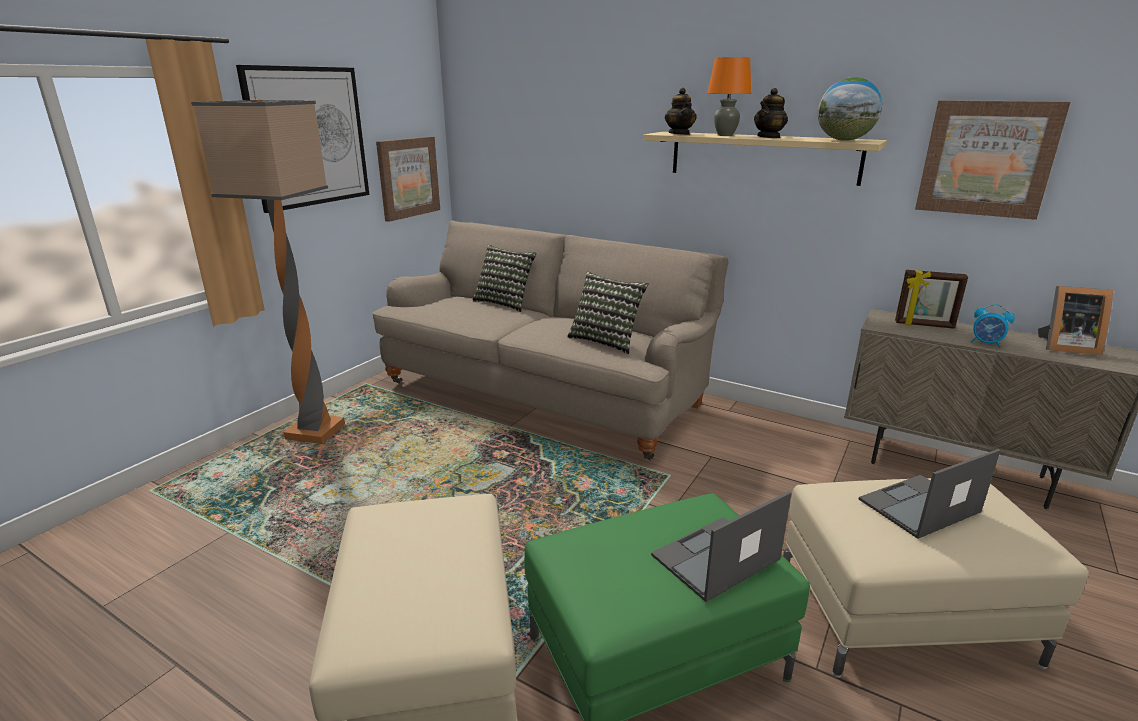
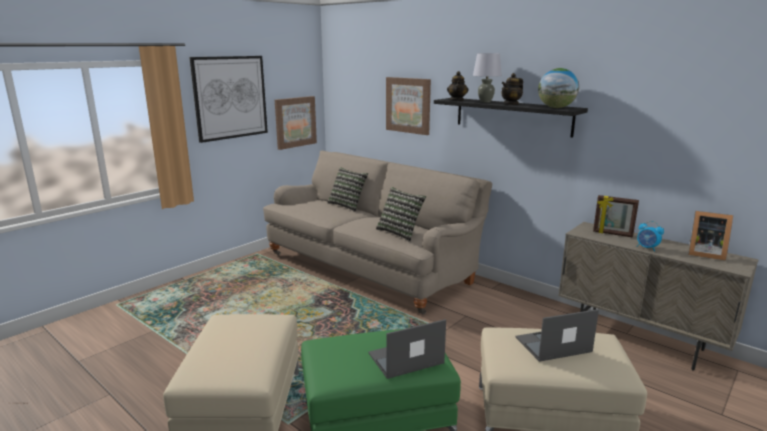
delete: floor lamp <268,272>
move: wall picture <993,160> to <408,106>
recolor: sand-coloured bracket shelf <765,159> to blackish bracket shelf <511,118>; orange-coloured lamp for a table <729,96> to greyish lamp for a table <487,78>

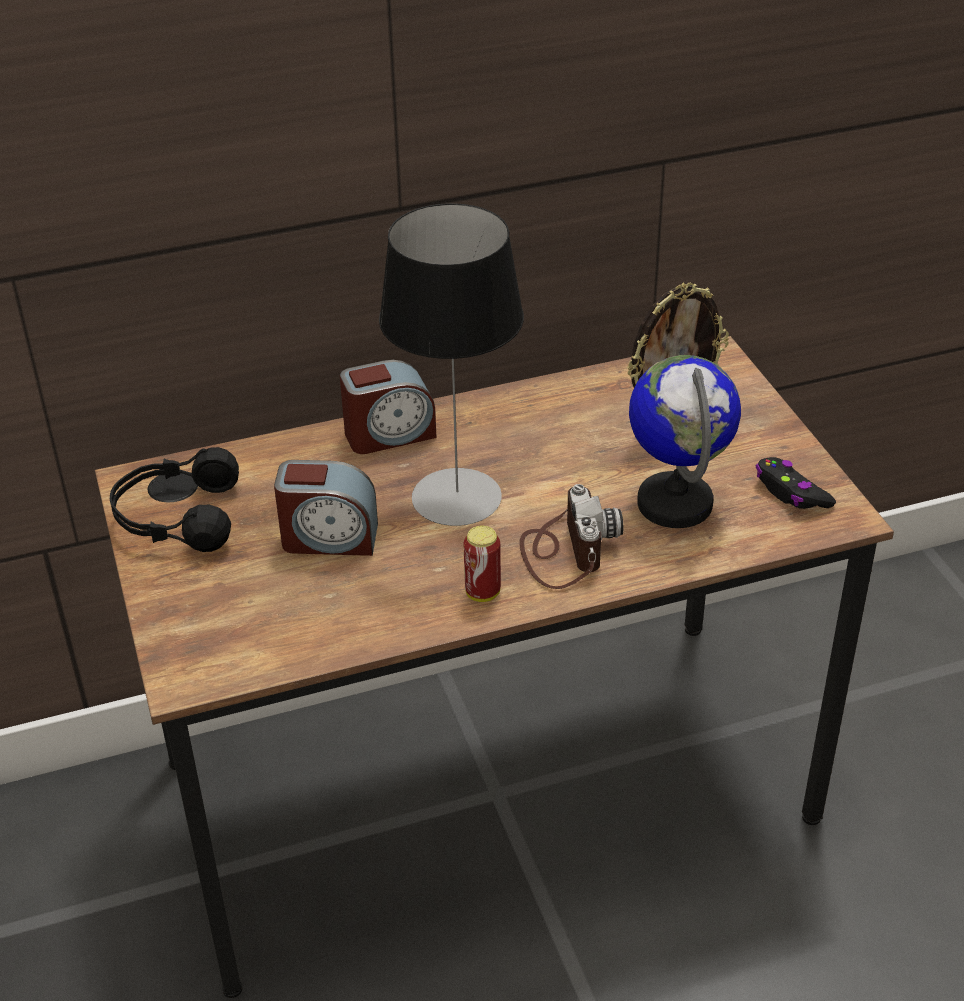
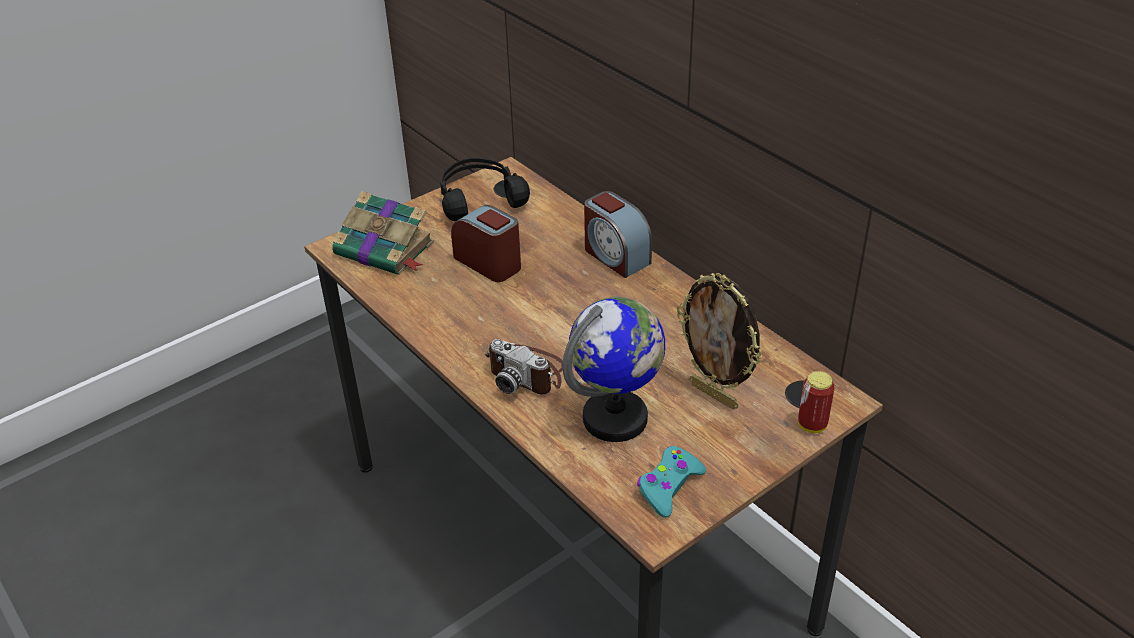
delete: lamp for a table <451,364>
insert: bound book <383,233>
move: metal can <482,564> to <816,402>
recolor: blackish joypad <796,483> to turquoise-coloured joypad <671,482>
rotate: table clock <326,508> = <486,243> 150 degrees clockwise; still camera <571,536> = <524,366> 60 degrees clockwise

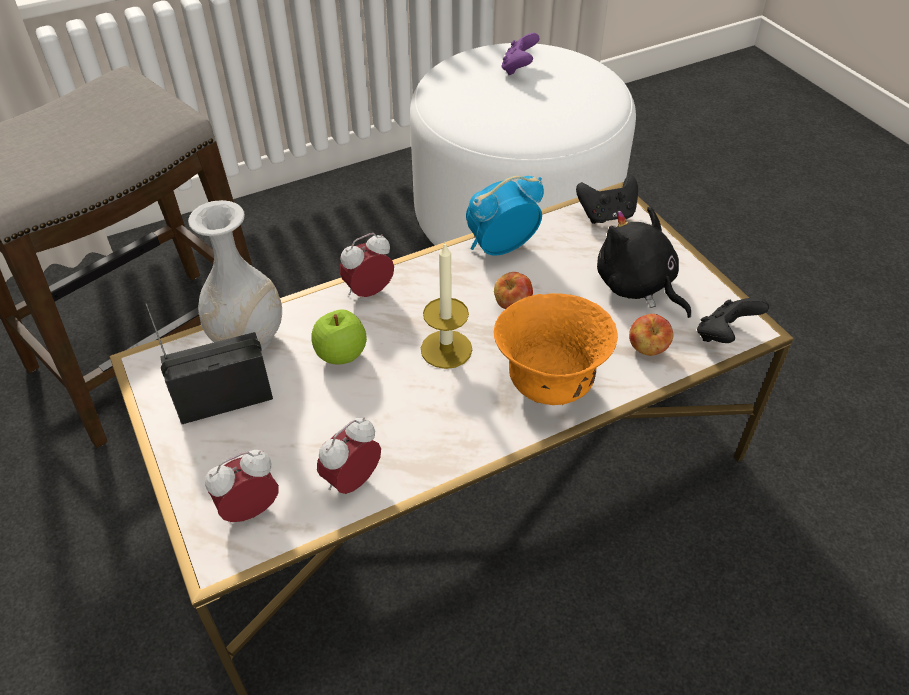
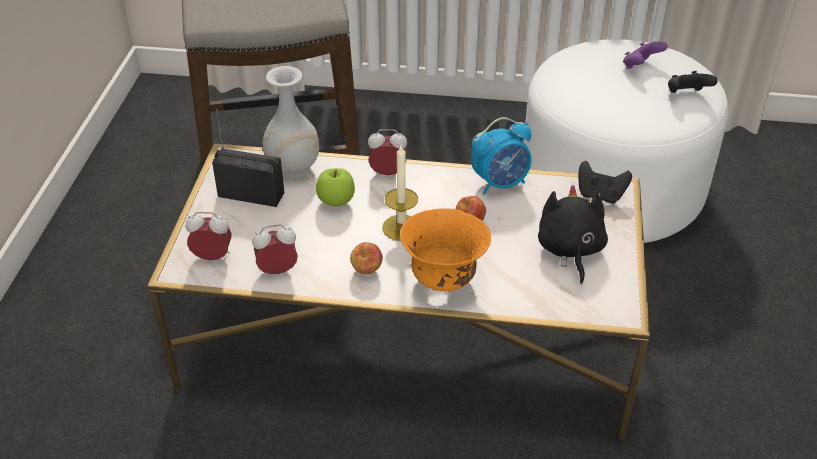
move: apple fruit <651,335> to <366,258>; blackish joypad <733,320> to <693,82>
rotate: table clock <505,216> = <501,156> 150 degrees clockwise

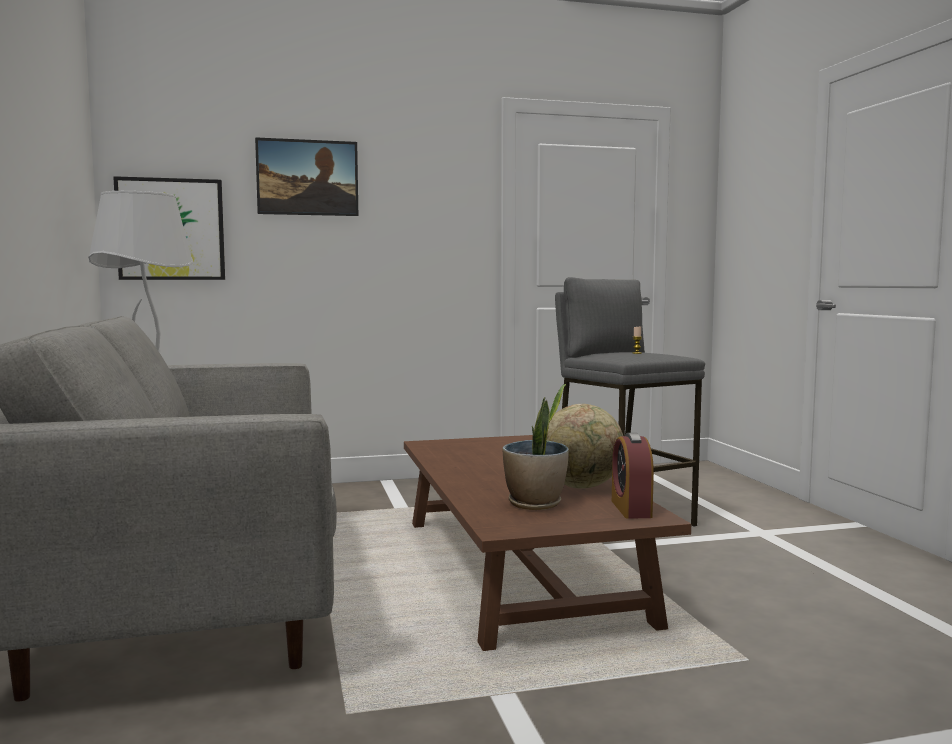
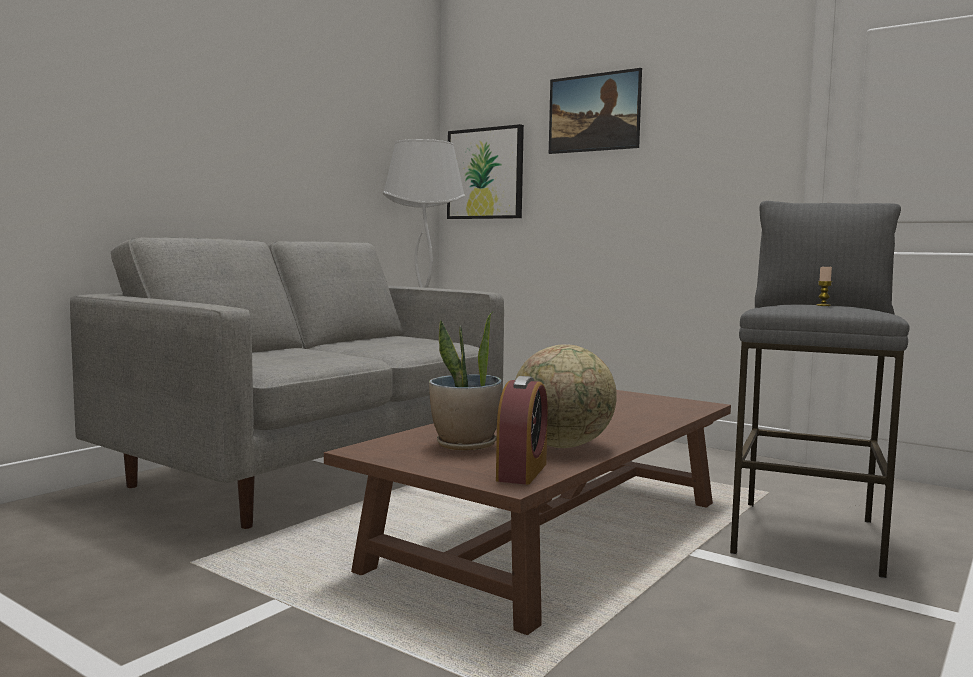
rotate: table clock <633,476> = <522,430> 150 degrees clockwise

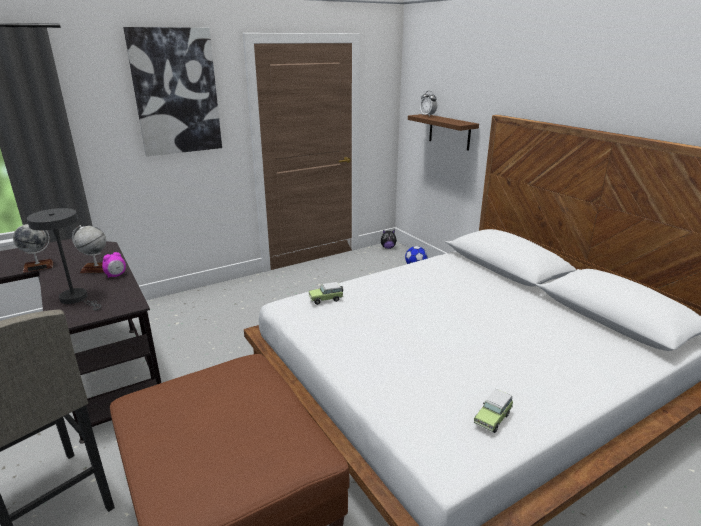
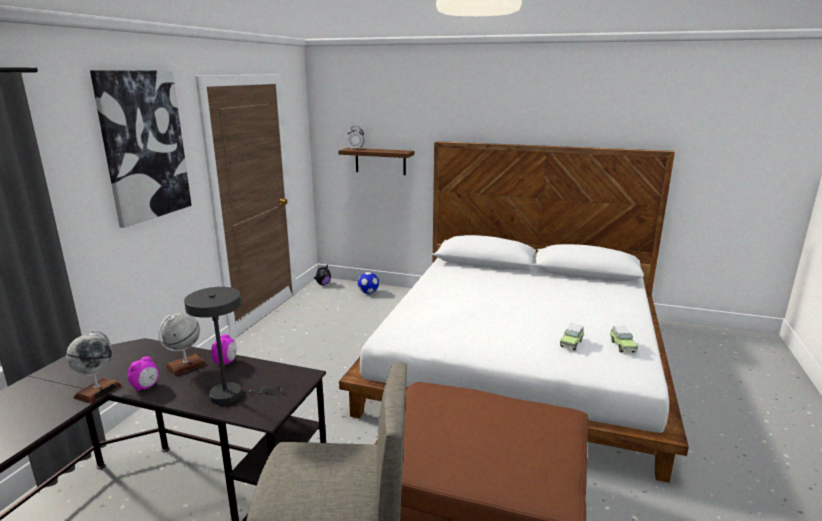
insert: table clock <143,374>
move: miniature car <326,293> to <572,337>

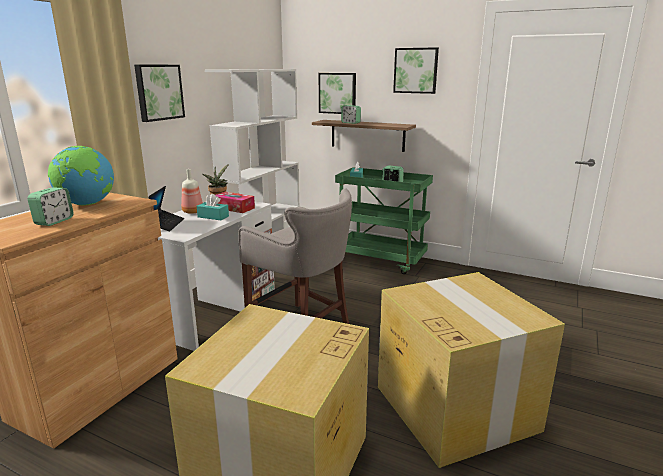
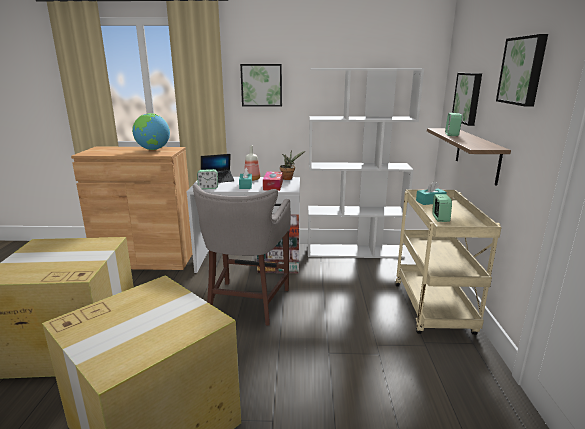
move: table clock <50,207> to <207,179>
recolor: greenish cart <384,221> to sand-coloured cart <448,262>

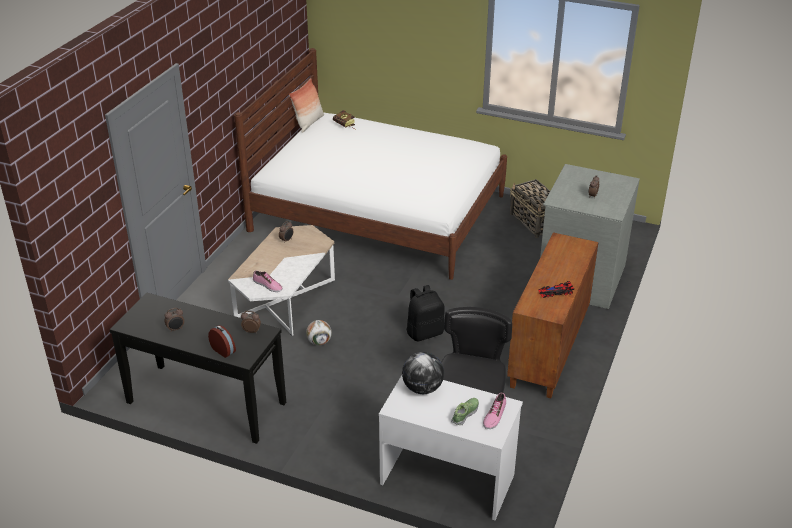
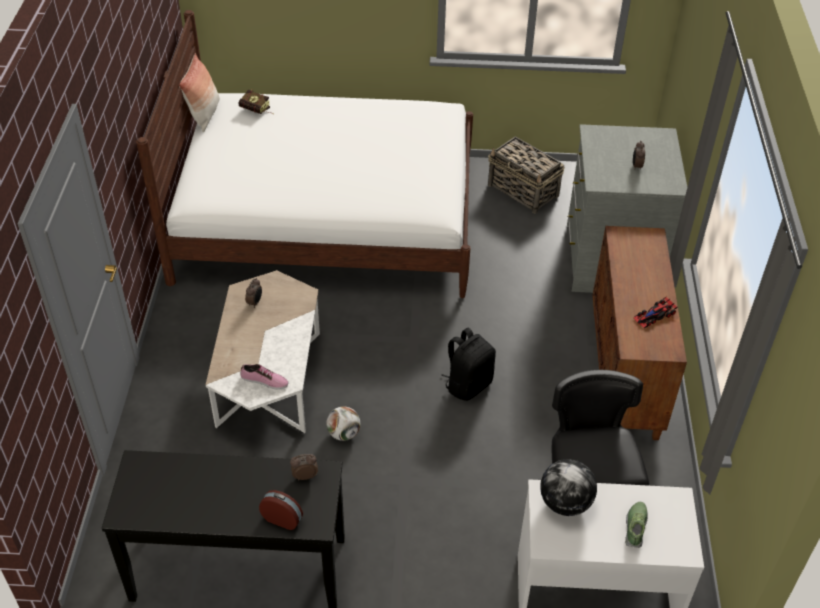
delete: table clock <174,320>; shoe <494,410>

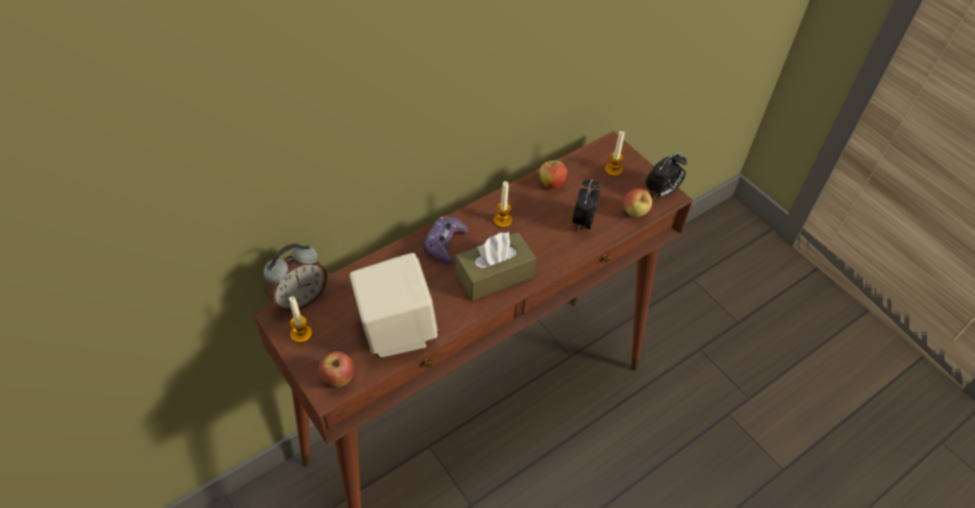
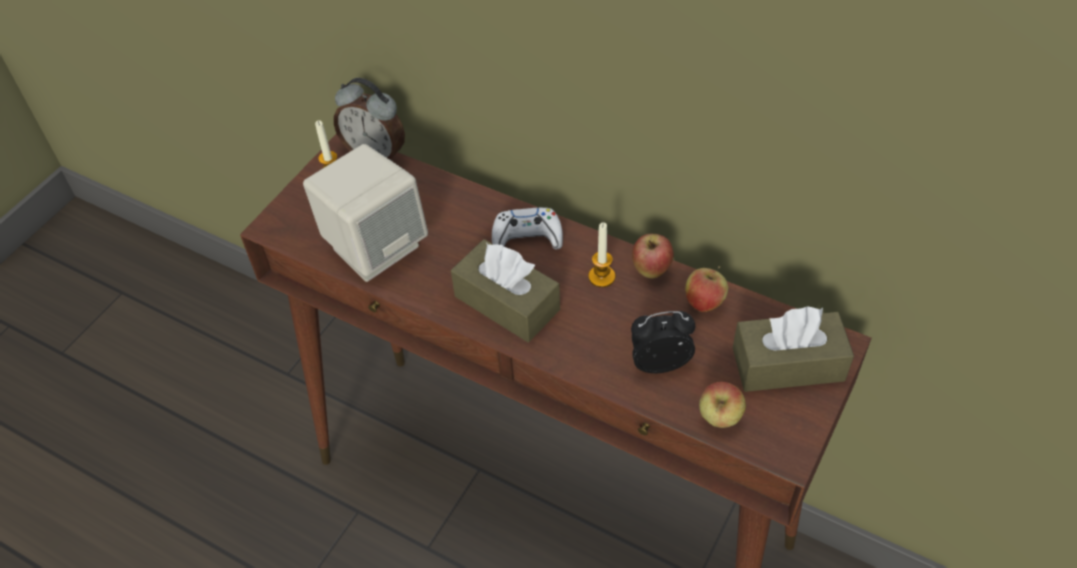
delete: table clock <666,175>
move: apple fruit <336,369> to <653,256>
replace: candle <615,153> to brown-coloured tissue holder <793,349>
recolor: purple-coloured joypad <445,240> to white-coloured joypad <527,228>

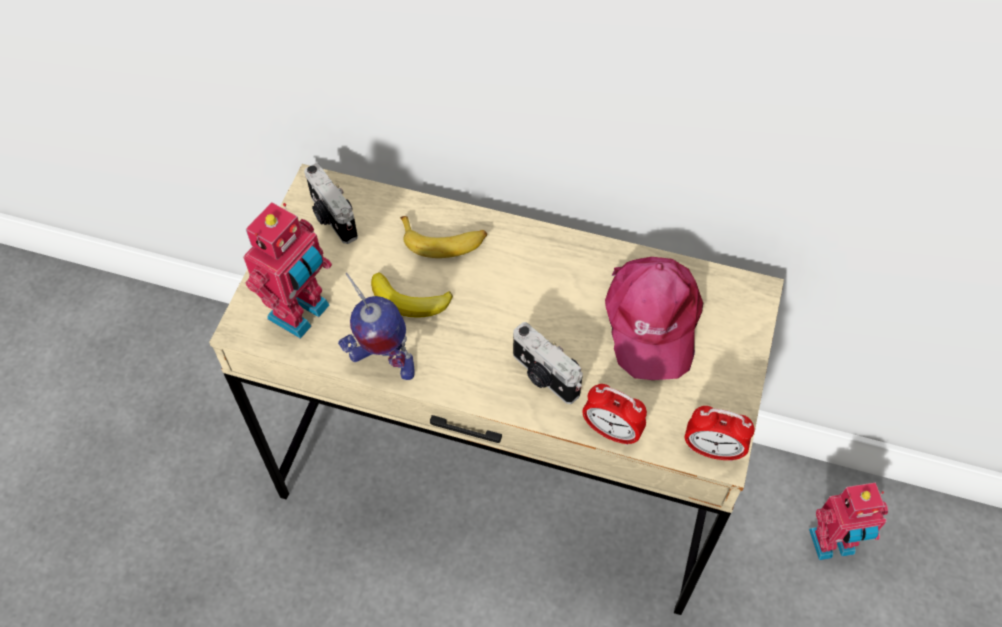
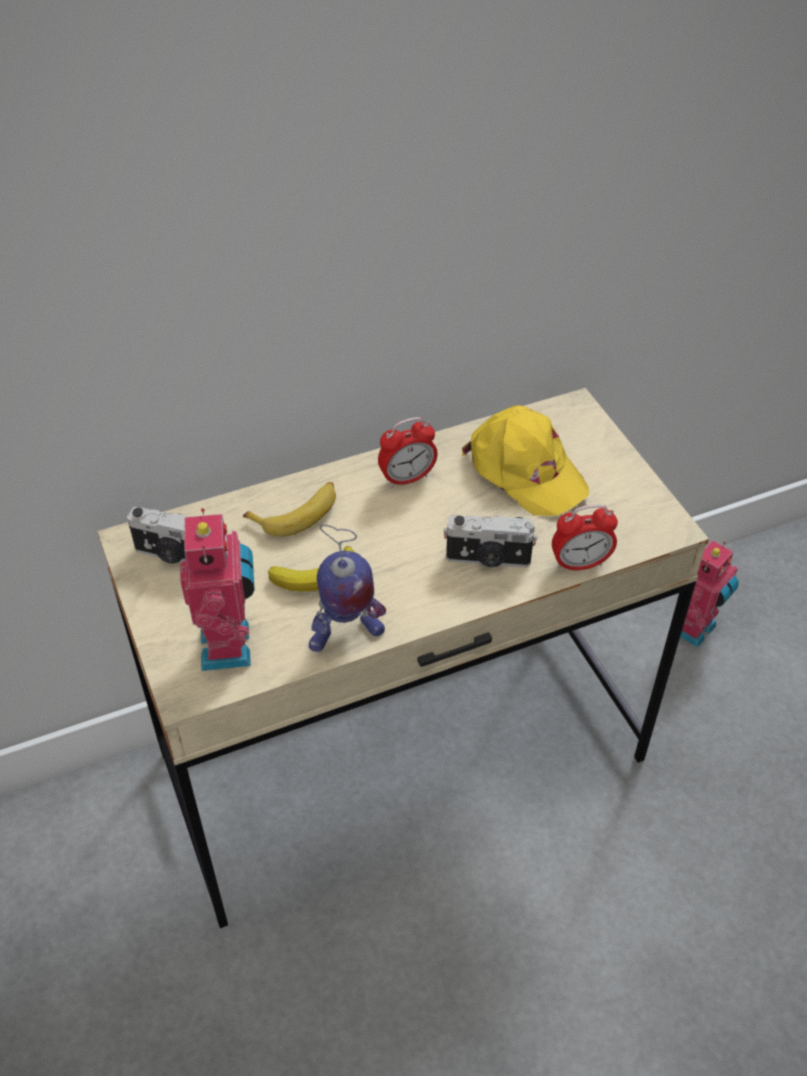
move: table clock <719,433> to <408,452>
recolor: pinkish peaked cap <654,318> to yellow-coloured peaked cap <525,461>

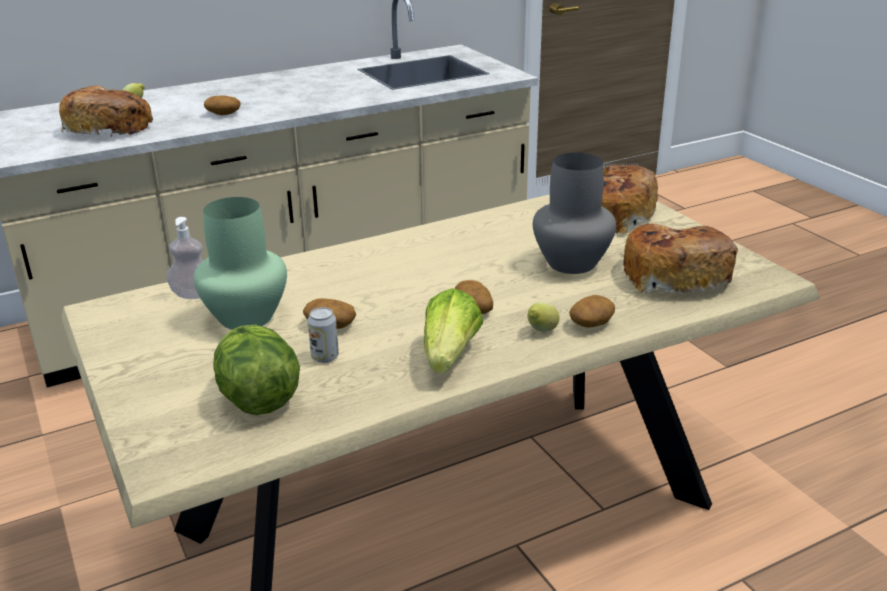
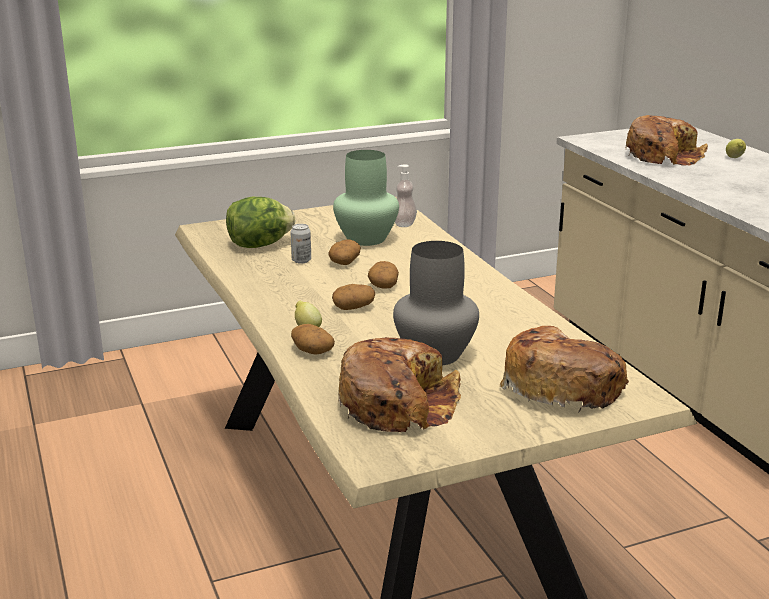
delete: lettuce <453,330>
move: spud <222,105> to <383,275>

